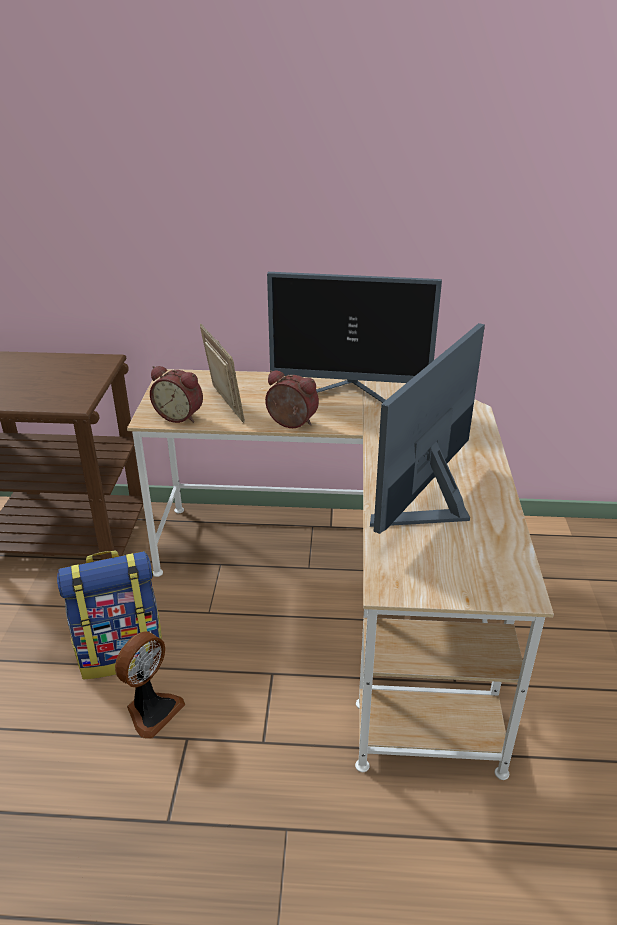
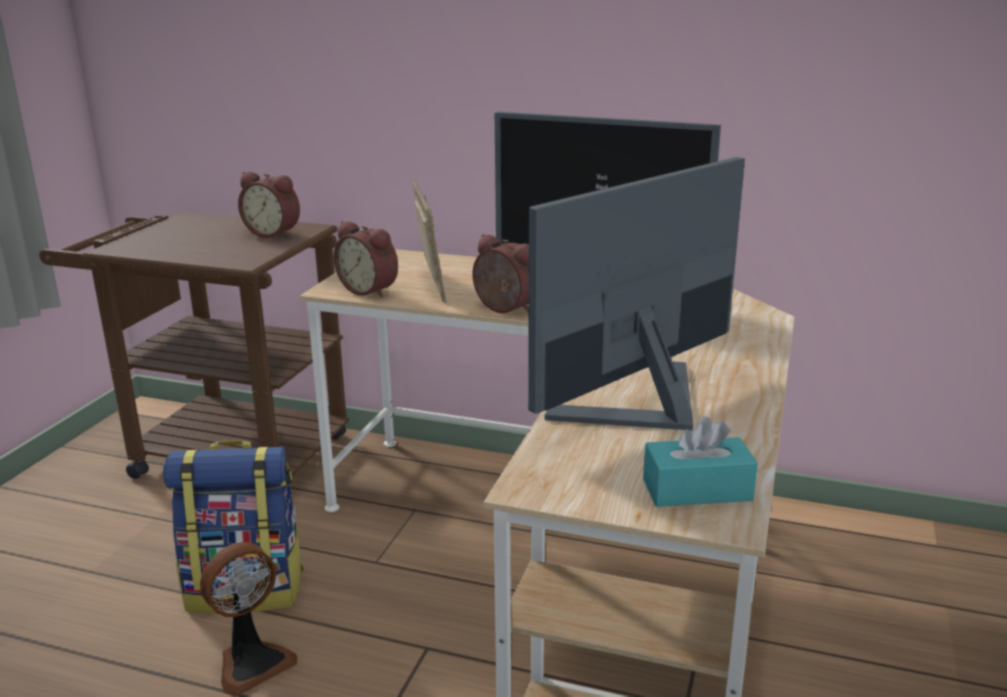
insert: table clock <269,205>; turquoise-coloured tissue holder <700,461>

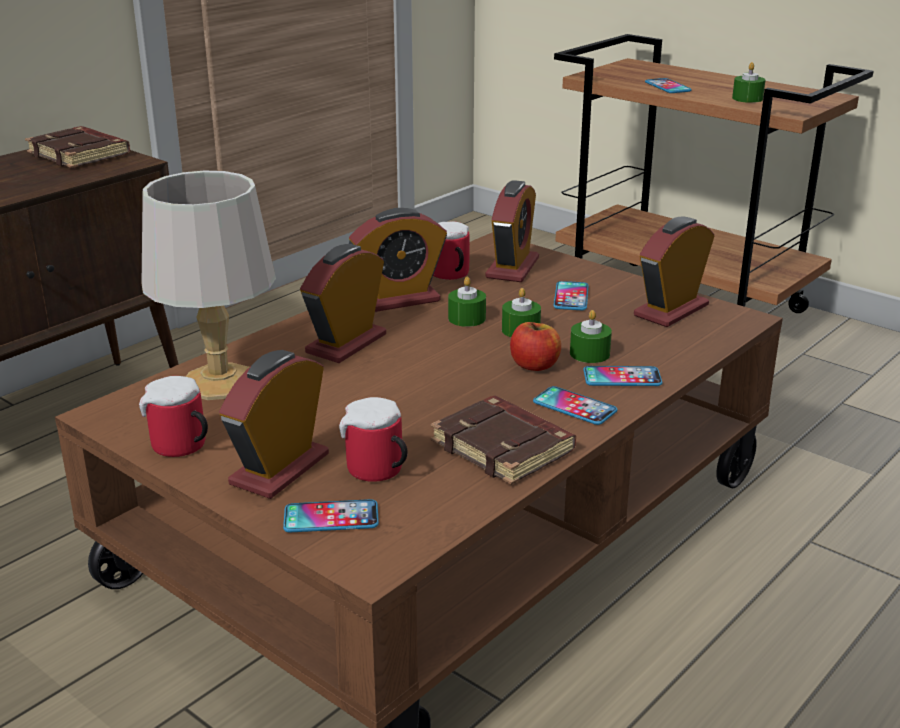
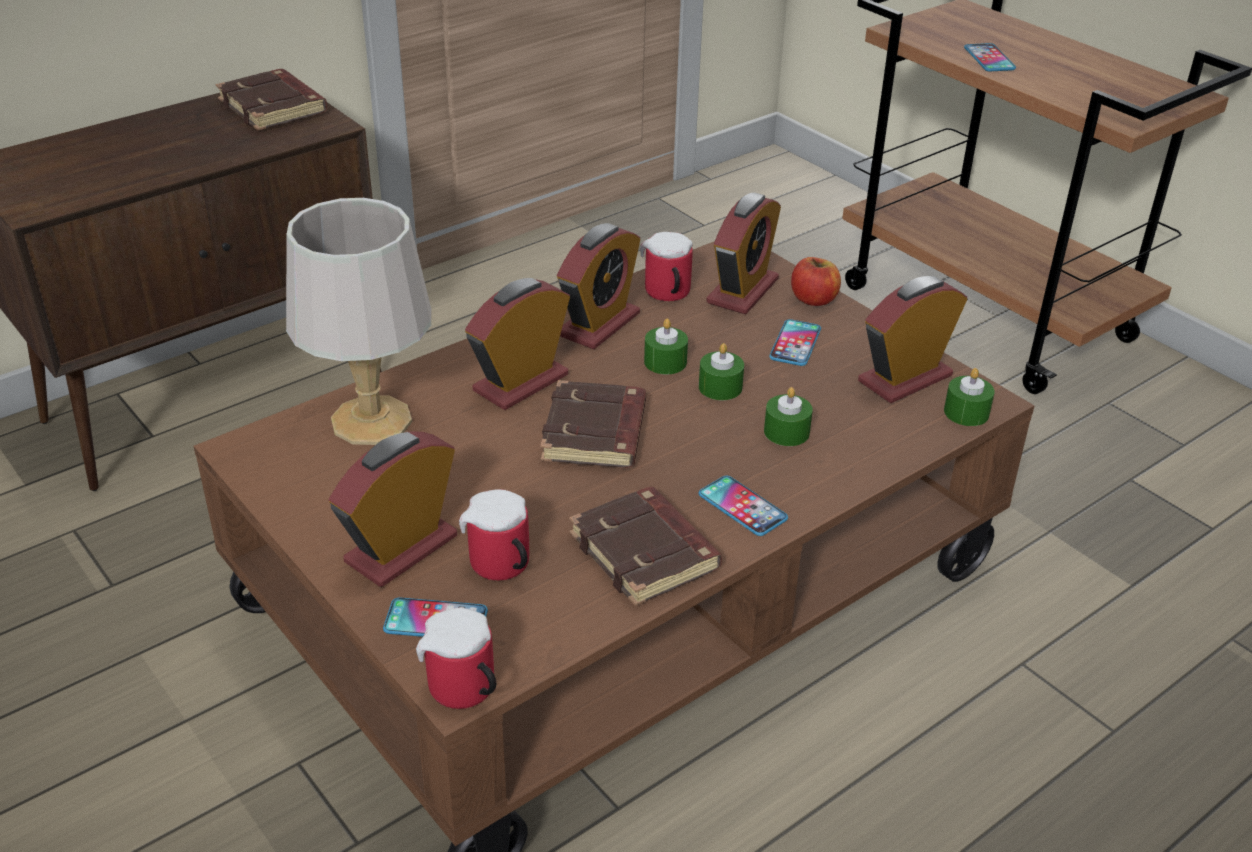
delete: telephone <622,376>
insert: brown-coloured bound book <593,424>
move: mug <173,416> to <456,658>; apple fruit <535,346> to <816,281>; greenish candle <748,82> to <969,397>
rotate: table clock <398,260> = <599,286> 45 degrees counterclockwise

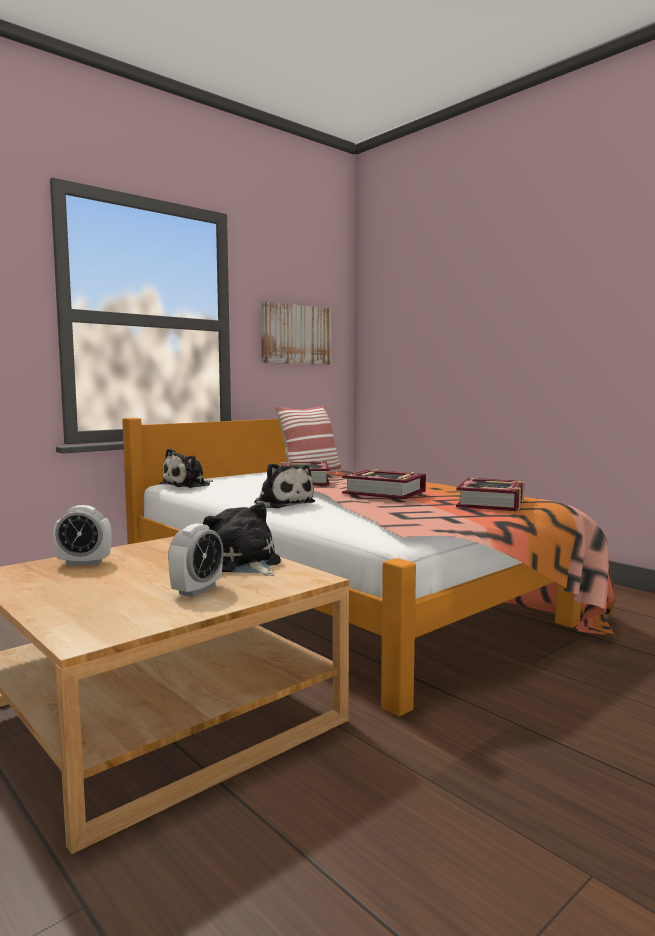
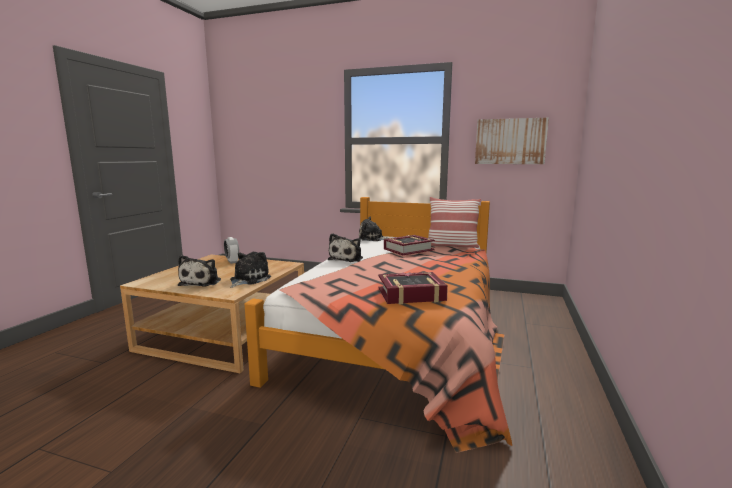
delete: bound book <384,484>
replace: table clock <195,560> to plush toy <199,271>

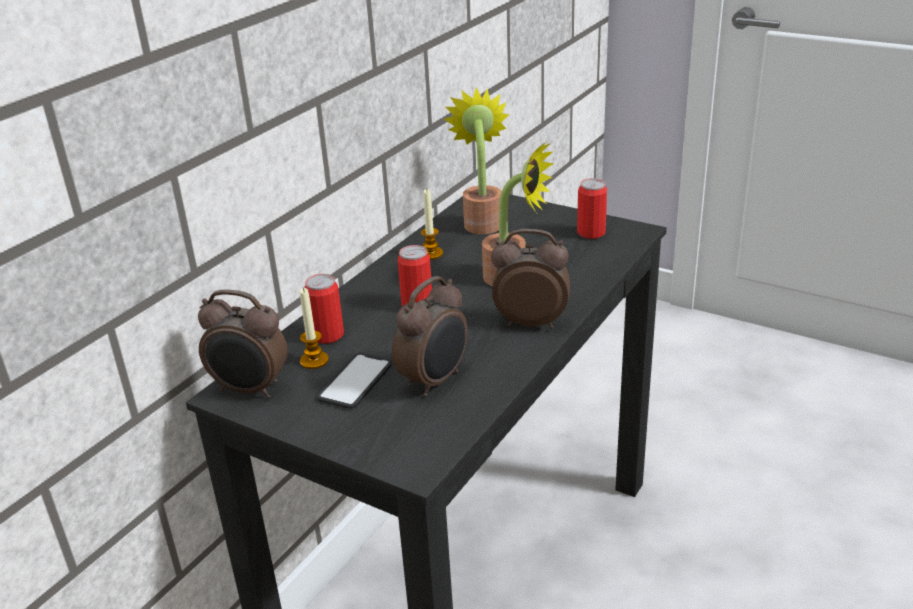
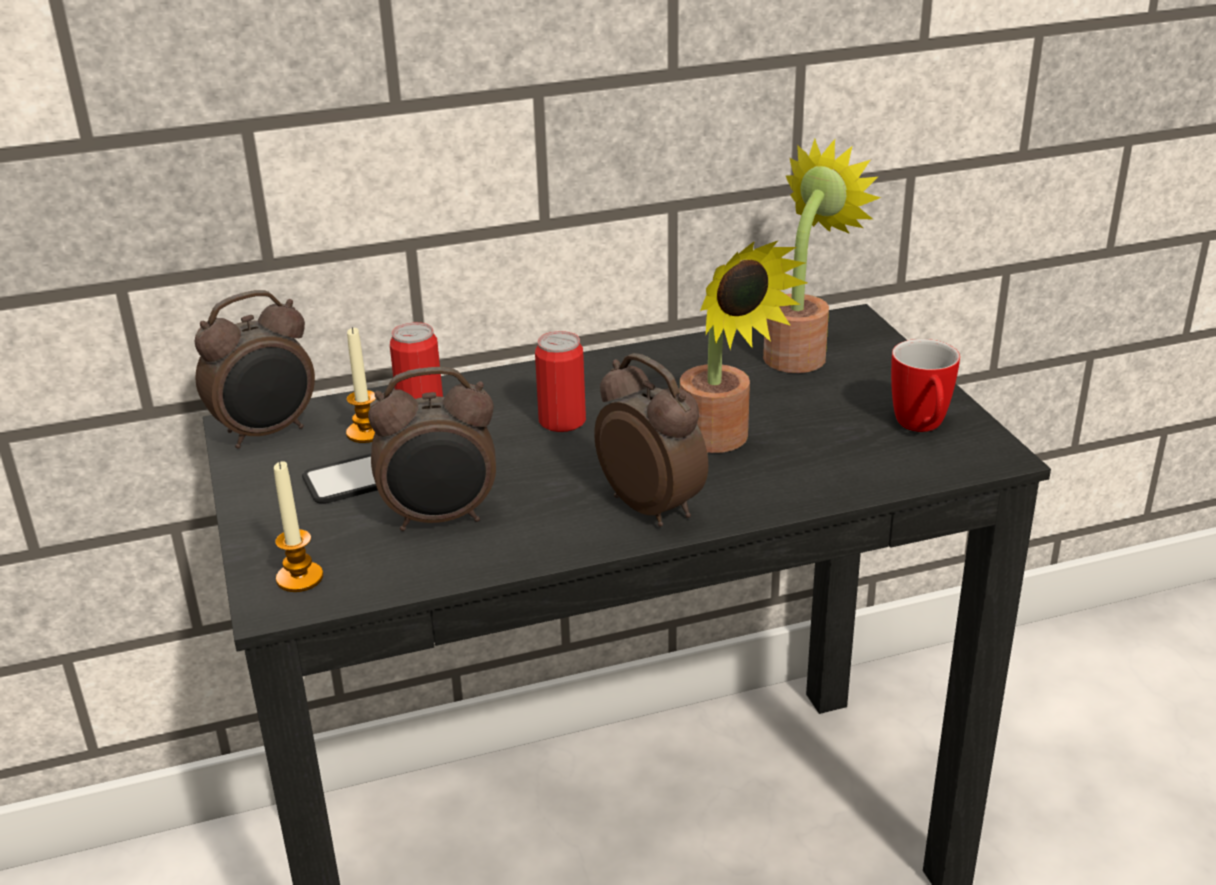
move: candle <432,224> to <298,526>
replace: metal can <592,208> to mug <925,385>
rotate: table clock <243,343> = <255,369> 90 degrees counterclockwise

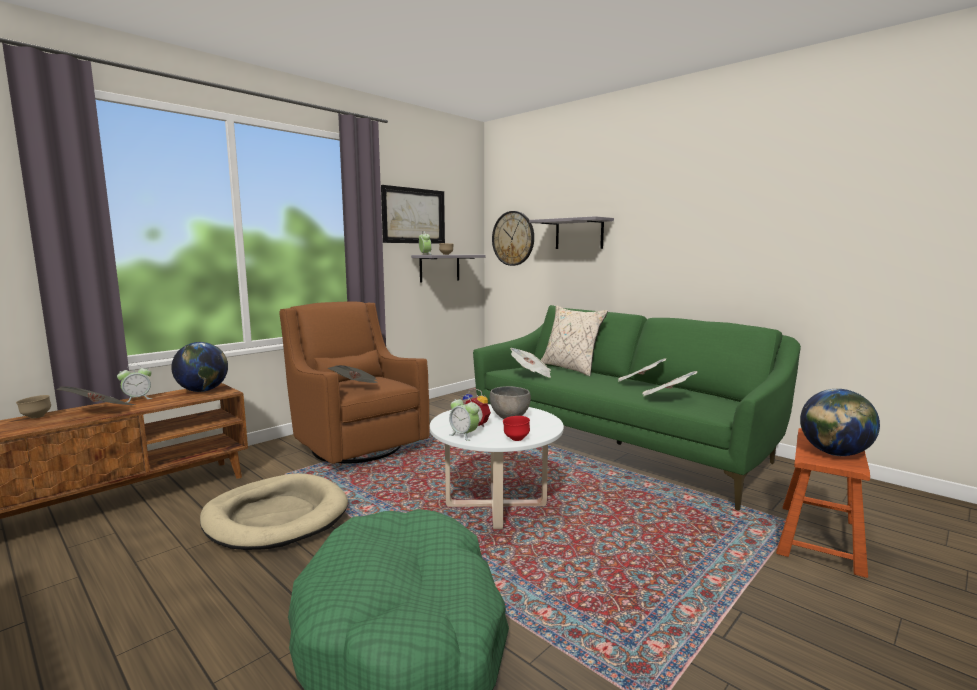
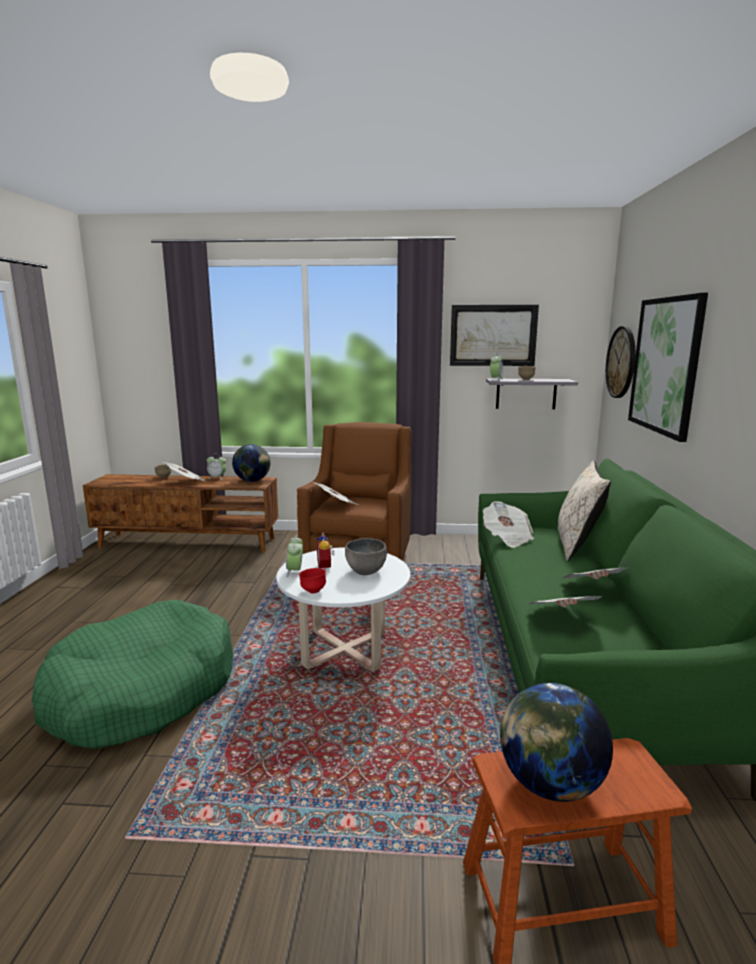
delete: sand-coloured dog bed <274,511>
replace: greyish bracket shelf <571,232> to wall picture <668,367>

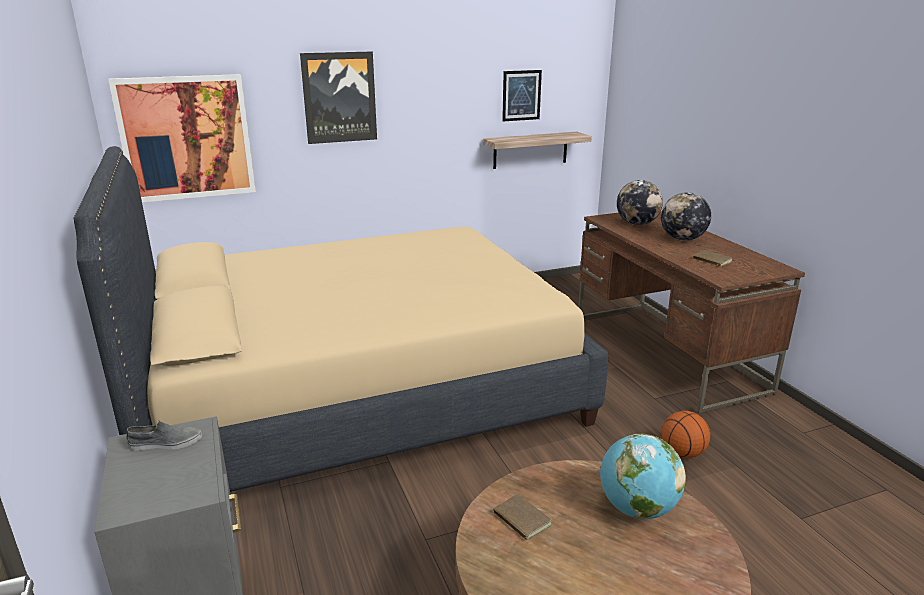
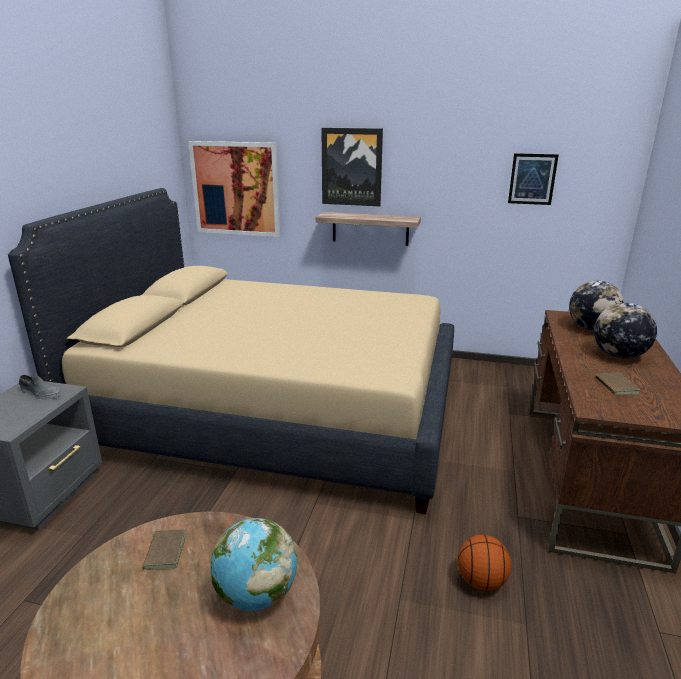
move: bracket shelf <537,150> to <368,229>

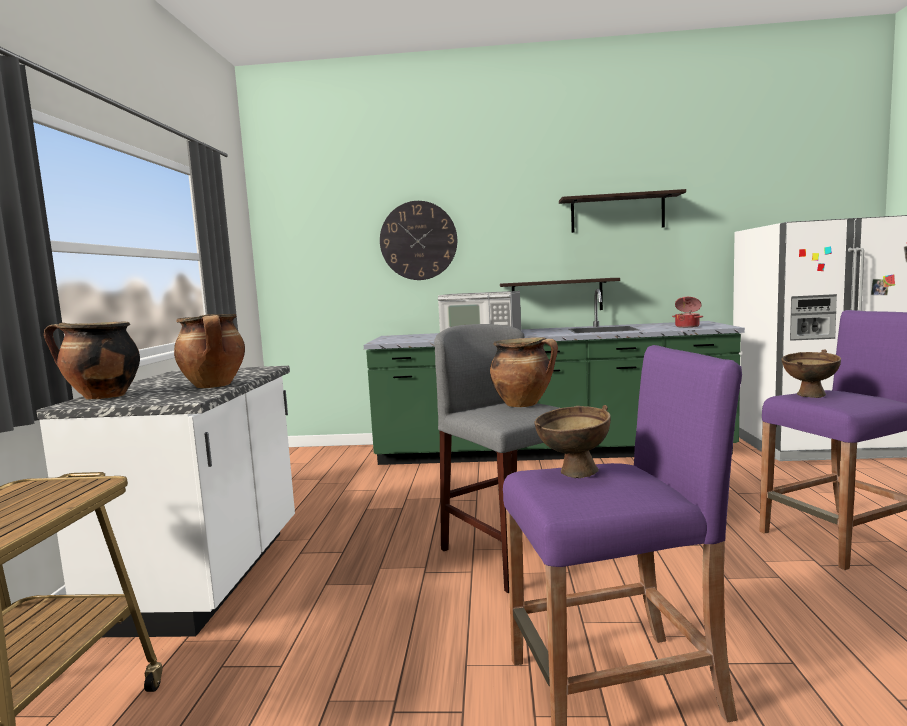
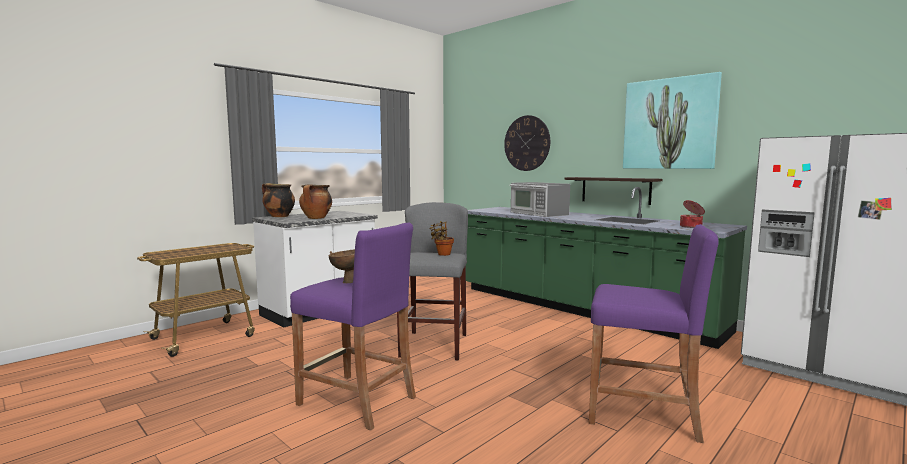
delete: brown-coloured serving bowl <811,373>
replace: stockpot <524,372> to plant in a pot <441,238>; bracket shelf <622,211> to wall picture <672,120>

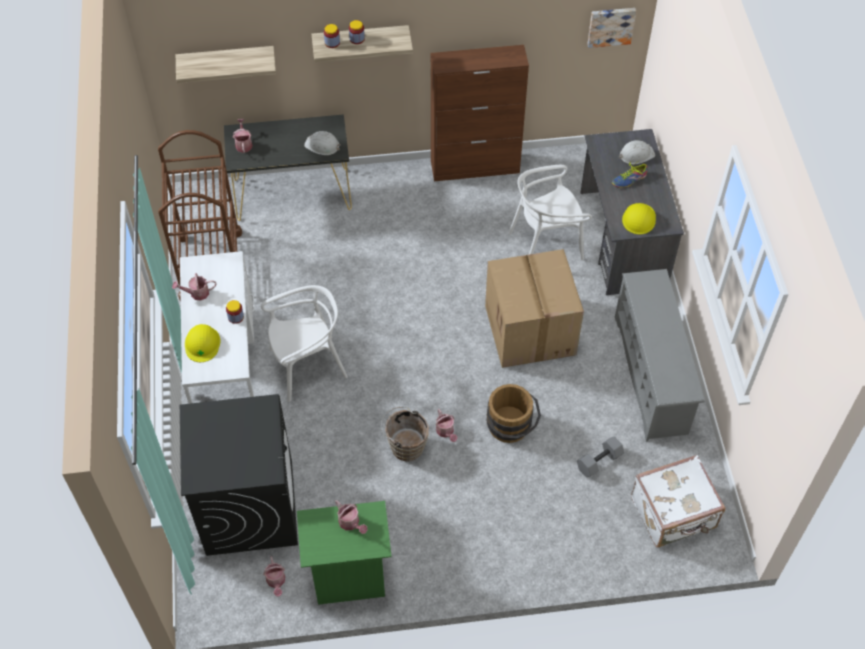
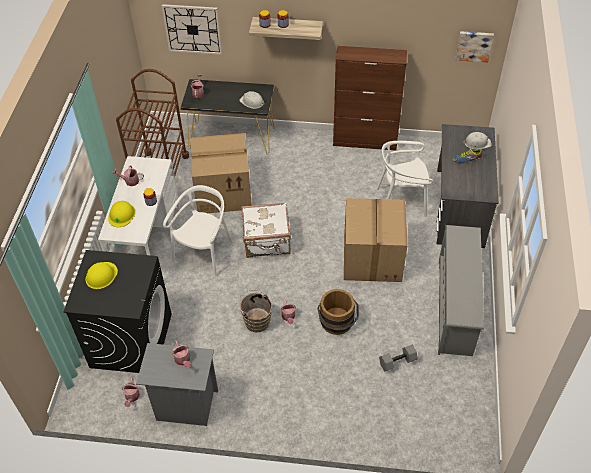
insert: cardboard box <221,173>
move: yellow-coloured hard hat <639,218> to <102,275>; white-coloured piece of luggage <678,501> to <266,230>
replace: bracket shelf <226,64> to hanging clock <192,29>
recolor: greenish nightstand <344,553> to greyish nightstand <177,384>
rotate: white-coloured plain chair <304,343> = <197,231> 60 degrees counterclockwise

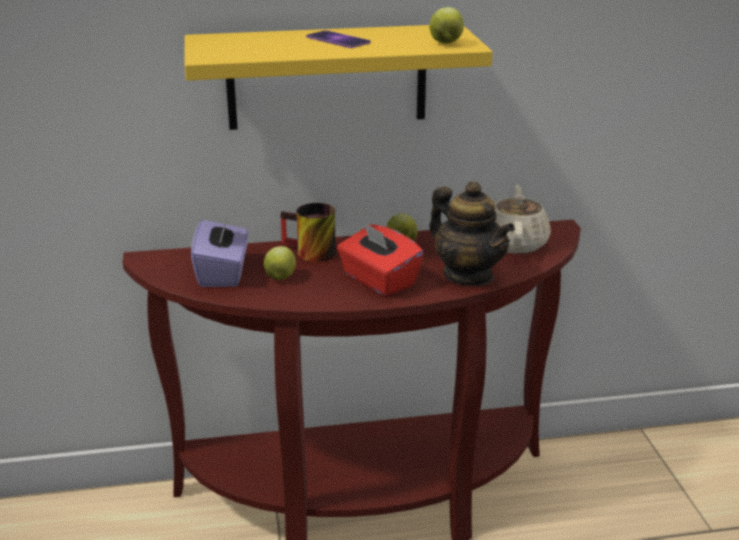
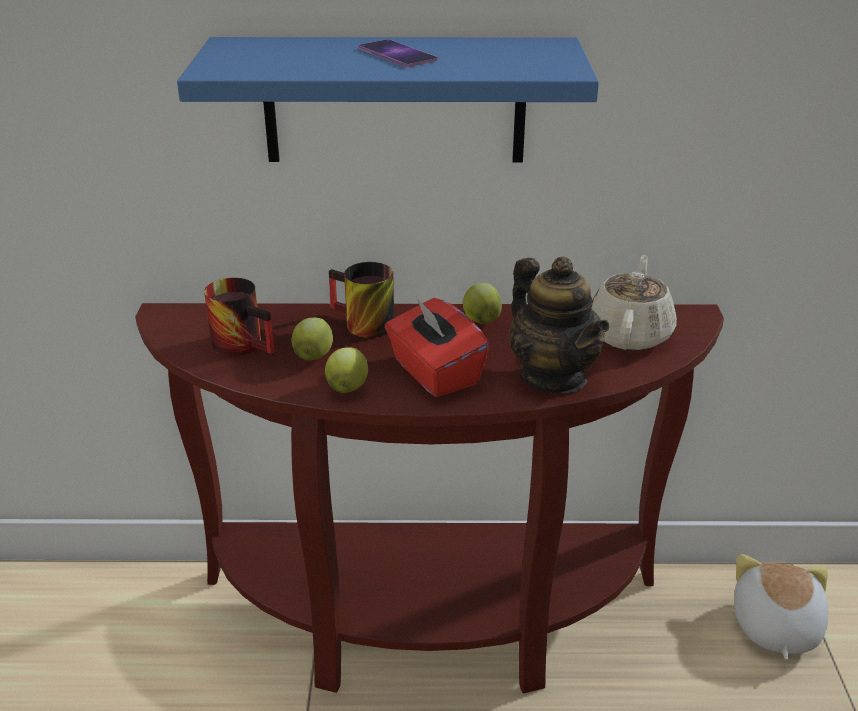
insert: plush toy <781,607>
move: apple fruit <446,25> to <346,370>
replace: purple-coloured tissue holder <219,250> to mug <239,317>
recolor: yellow-coloured bracket shelf <338,77> to blue bracket shelf <388,99>

